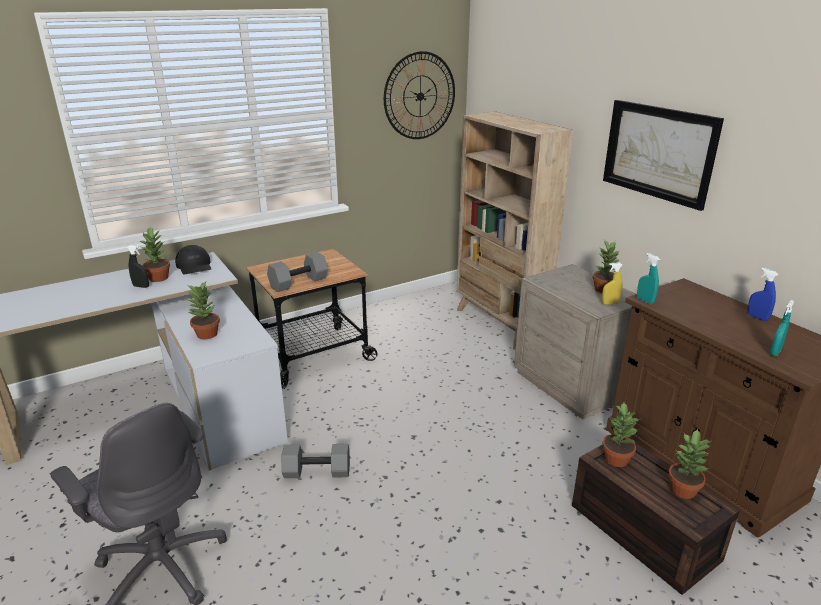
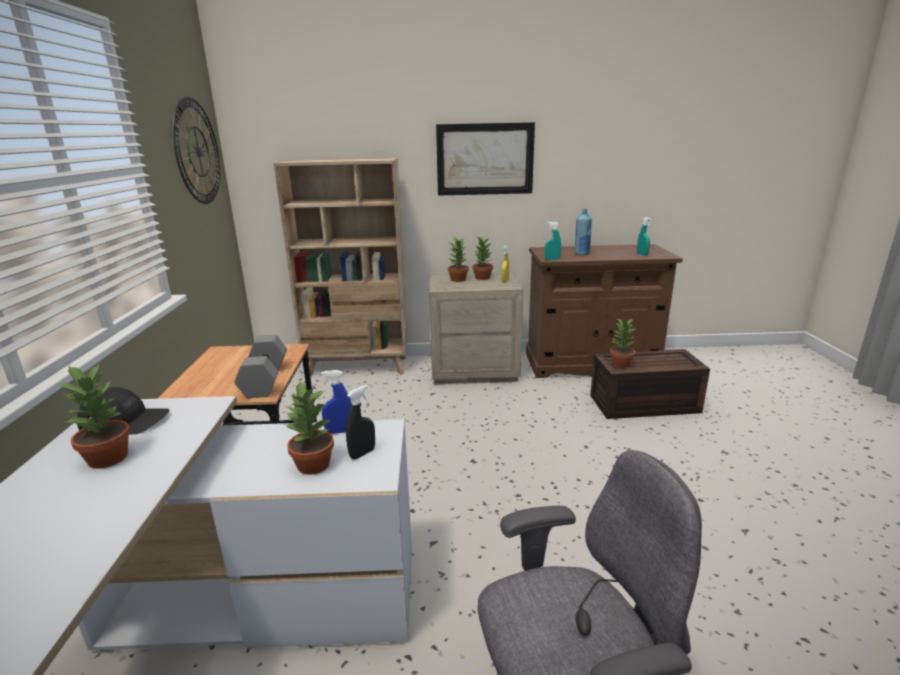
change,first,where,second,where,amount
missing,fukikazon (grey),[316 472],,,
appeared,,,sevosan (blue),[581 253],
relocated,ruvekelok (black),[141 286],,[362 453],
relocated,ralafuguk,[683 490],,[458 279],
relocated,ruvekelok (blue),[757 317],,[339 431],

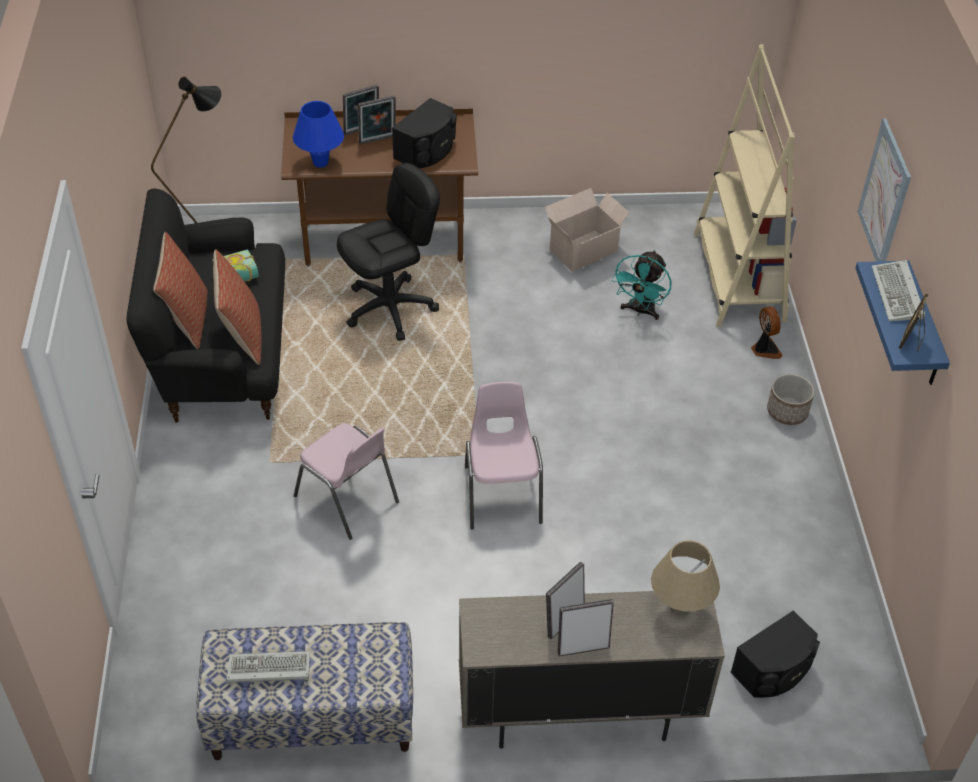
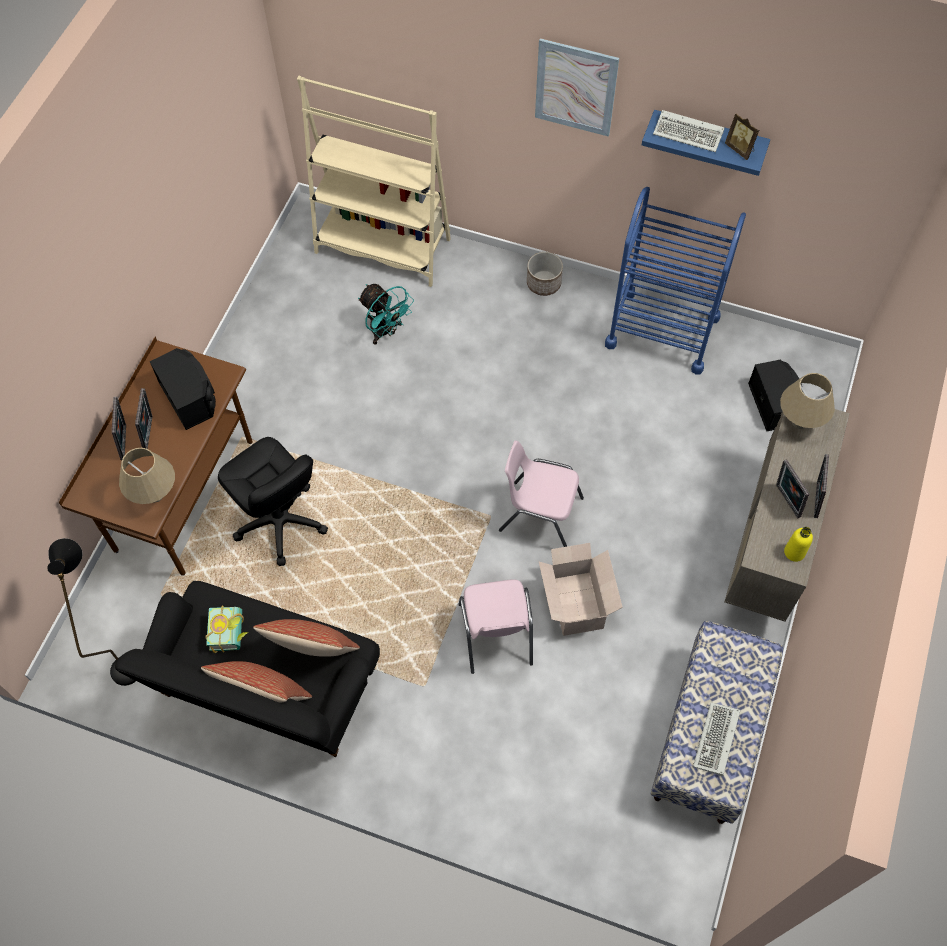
change,first,where,second,where,amount
missing,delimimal,[764 349],,,
appeared,,,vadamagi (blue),[662 331],
appeared,,,sevosan (yellow),[794 552],
relocated,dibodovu,[585 250],,[576 601],
colour,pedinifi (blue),[320 163],pedinifi (beige),[155 495],
spun,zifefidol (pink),[348 500],,[496 635],105 degrees clockwise
spun,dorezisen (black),[390 308],,[280 522],150 degrees clockwise

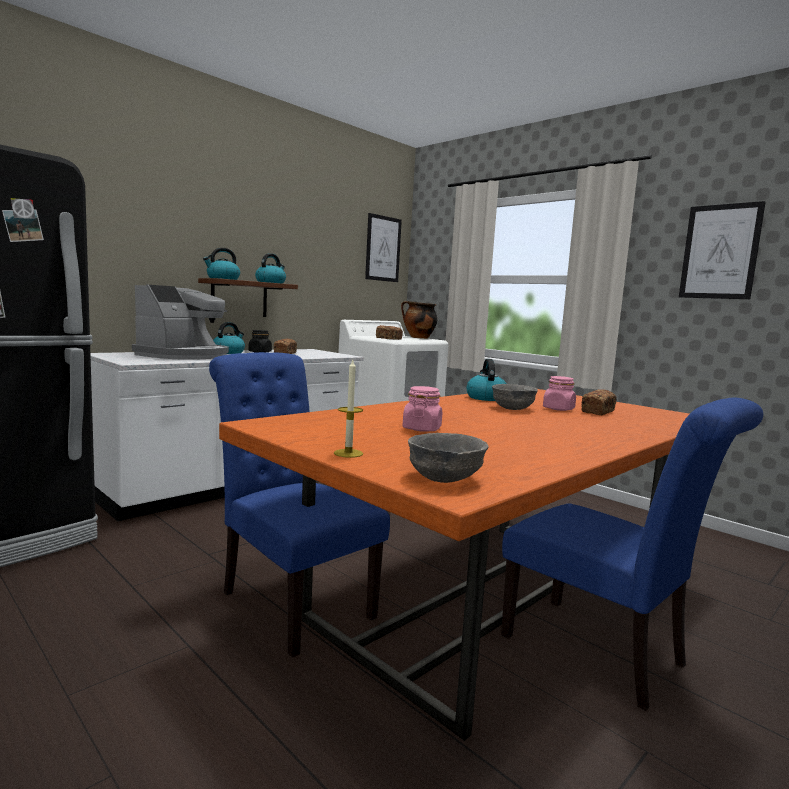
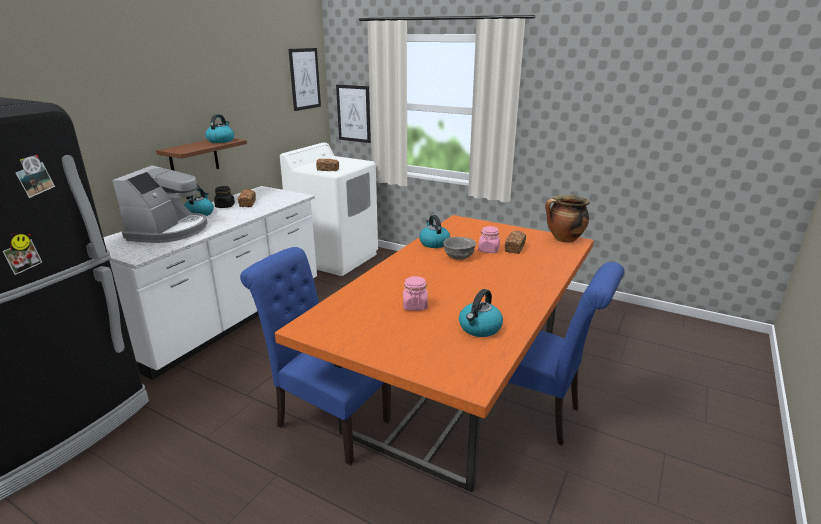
change,first,where,second,where,amount
missing,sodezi,[348 453],,,
missing,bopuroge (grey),[445 478],,,
relocated,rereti,[222 279],,[479 328],
relocated,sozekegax,[418 338],,[564 239],
relocated,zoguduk,[720 252],,[353 113],

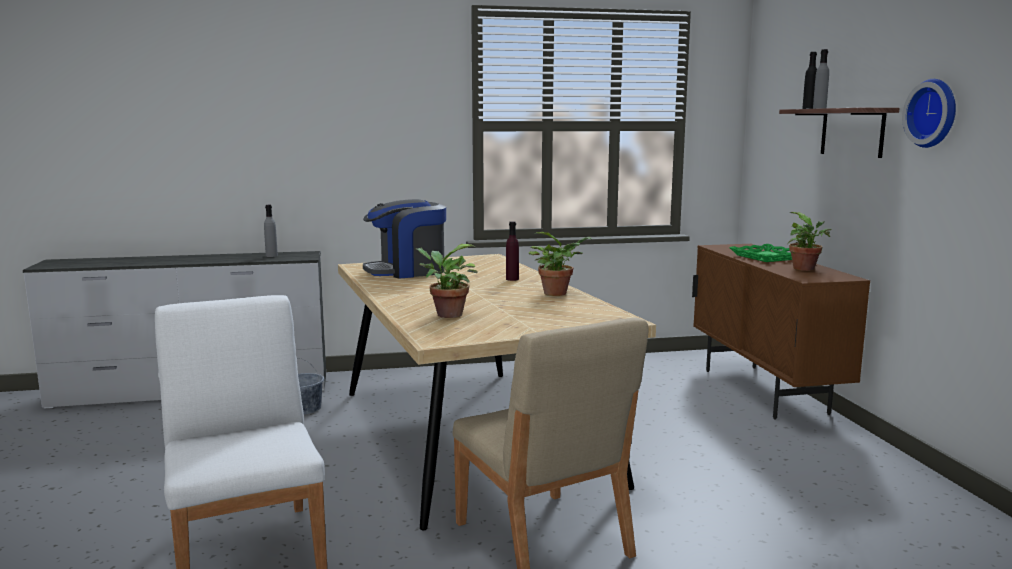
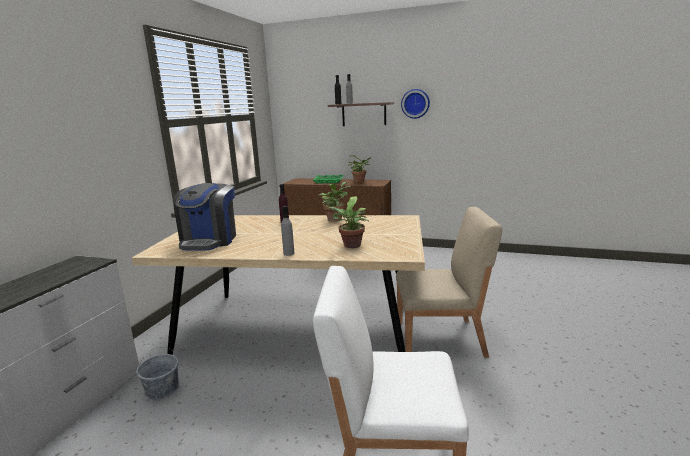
change,first,where,second,where,amount
relocated,sevosan (grey),[271 256],,[289 253],

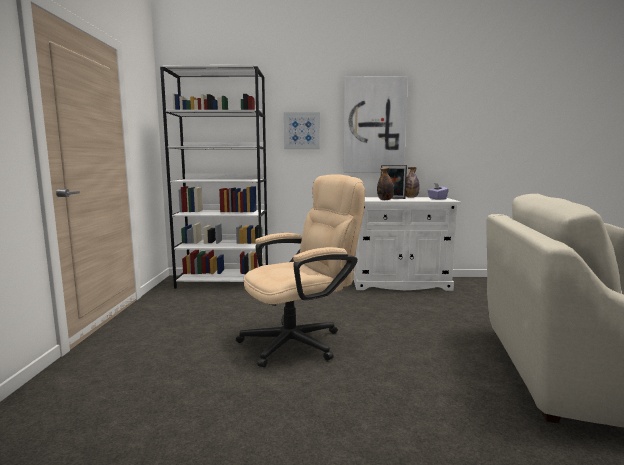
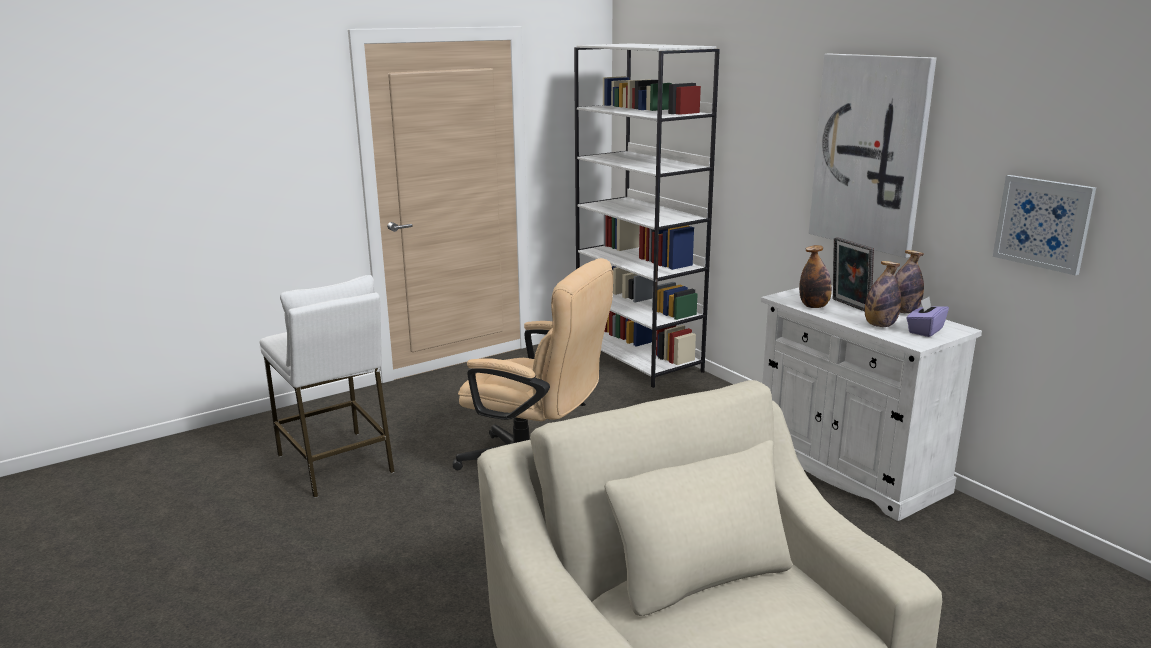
change,first,where,second,where,amount
appeared,,,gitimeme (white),[335 463],
appeared,,,sevosan,[879 325],
relocated,zoguduk,[302 131],,[1043 223],

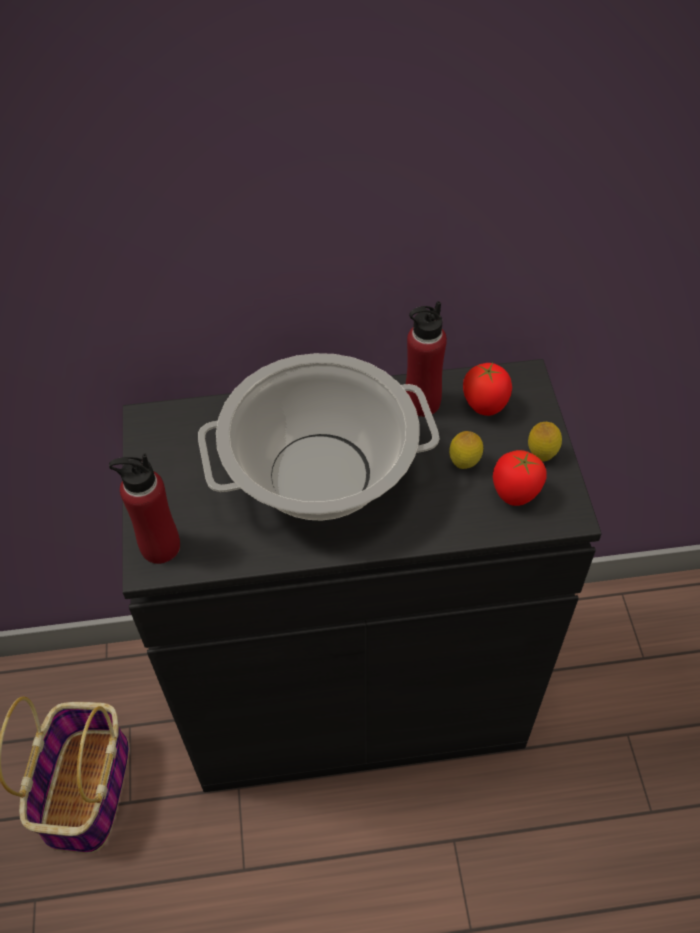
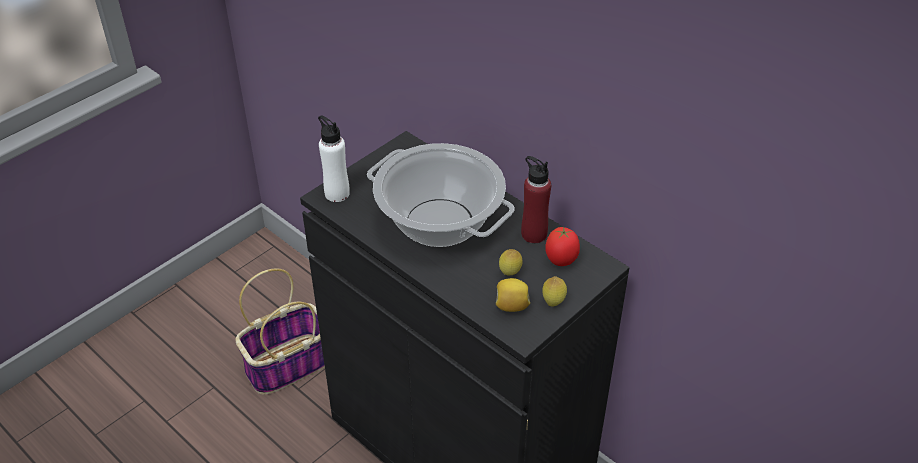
change,first,where,second,where,amount
exchanged,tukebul,[515 495],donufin,[511 306],
colour,sevosan (red),[160 546],sevosan (white),[337 193],

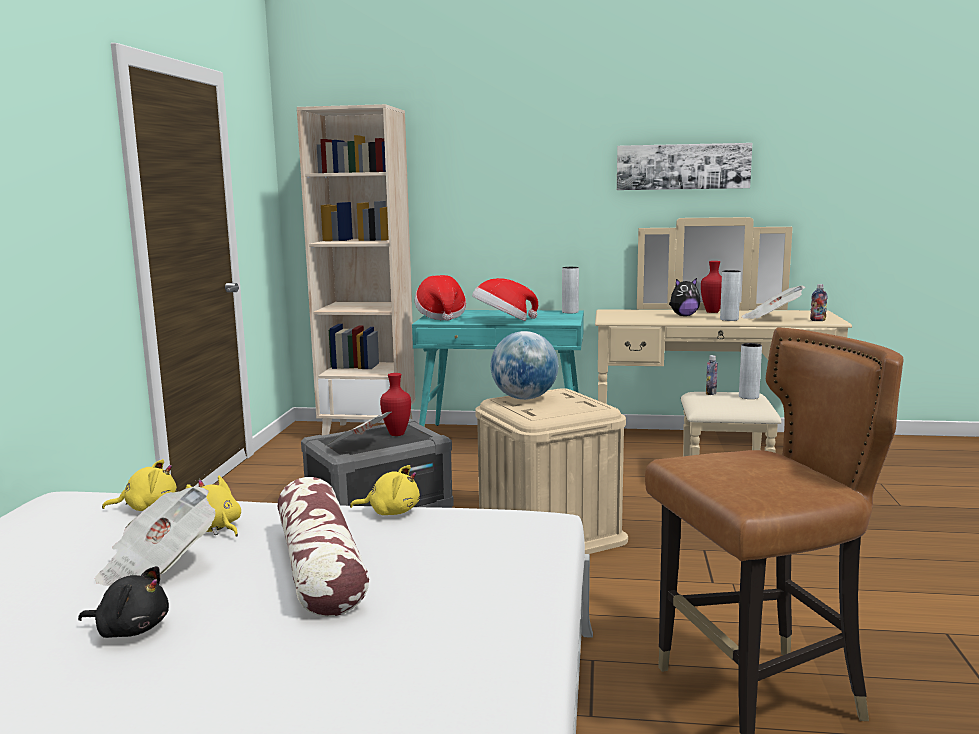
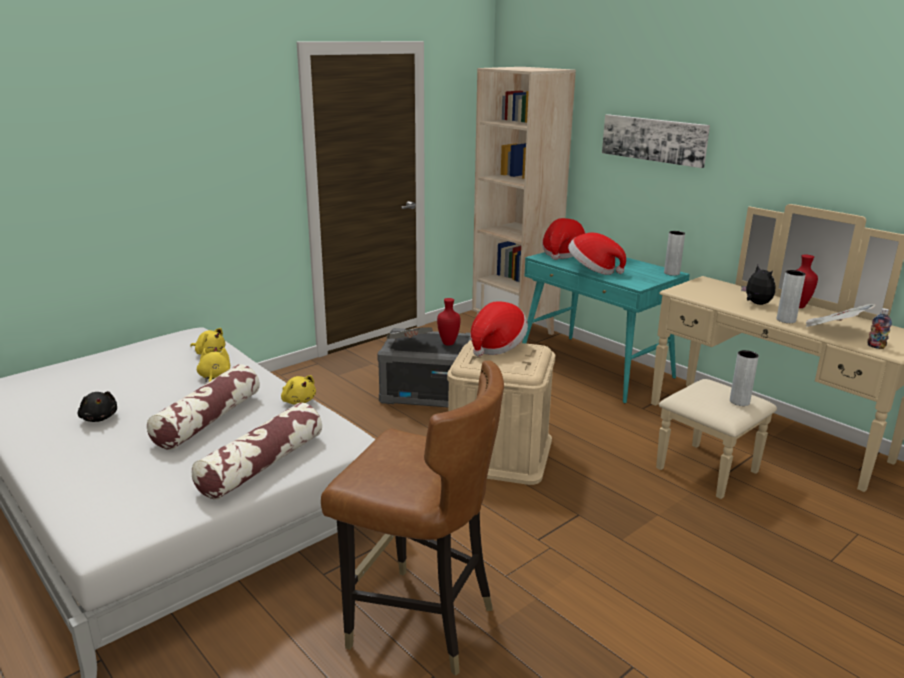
change,first,where,second,where,amount
missing,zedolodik,[158 566],,,
missing,sevosan,[711 393],,,
appeared,,,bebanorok,[262 465],
relocated,zoguduk,[682 166],,[654 139],
exchanged,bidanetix,[524 398],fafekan,[496 346],
spun,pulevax,[684 316],,[756 304],135 degrees counterclockwise

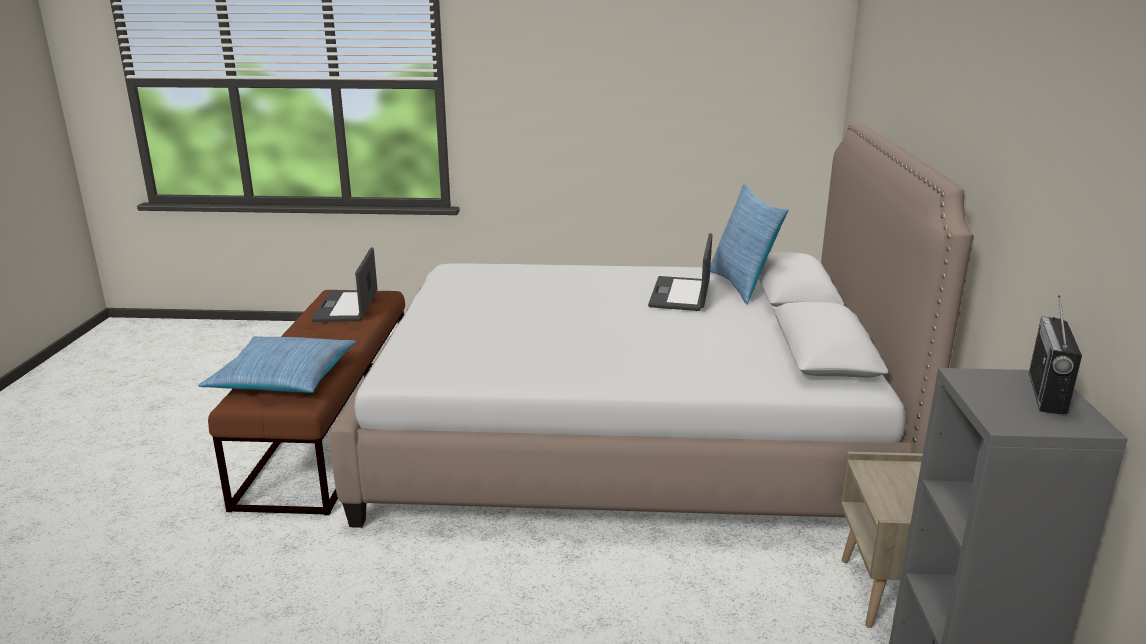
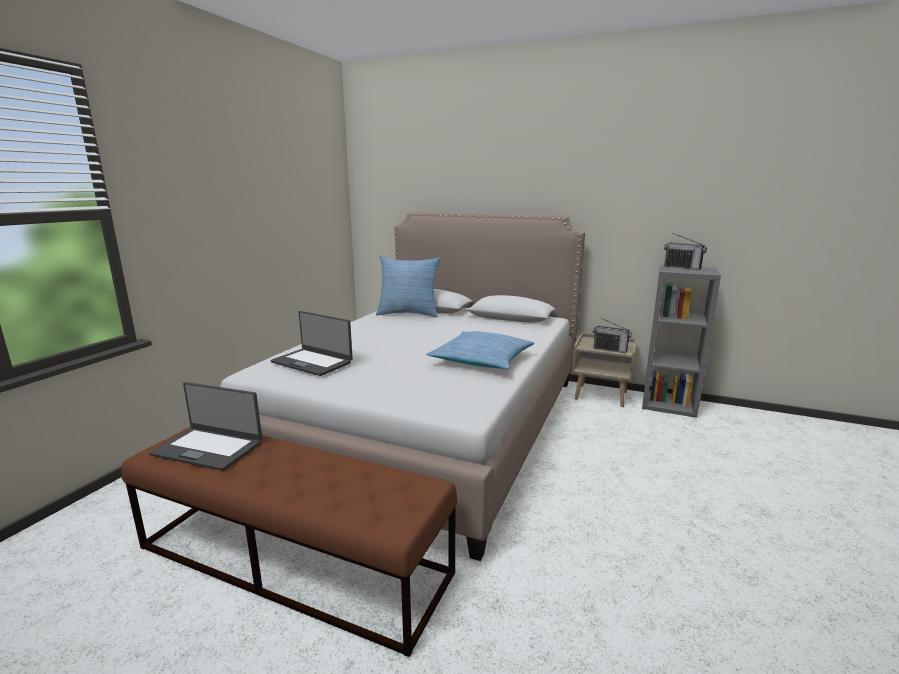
change,first,where,second,where,amount
appeared,,,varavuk,[610 349],
relocated,bebanorok,[283 378],,[481 360],
relocated,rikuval,[681 294],,[312 362],

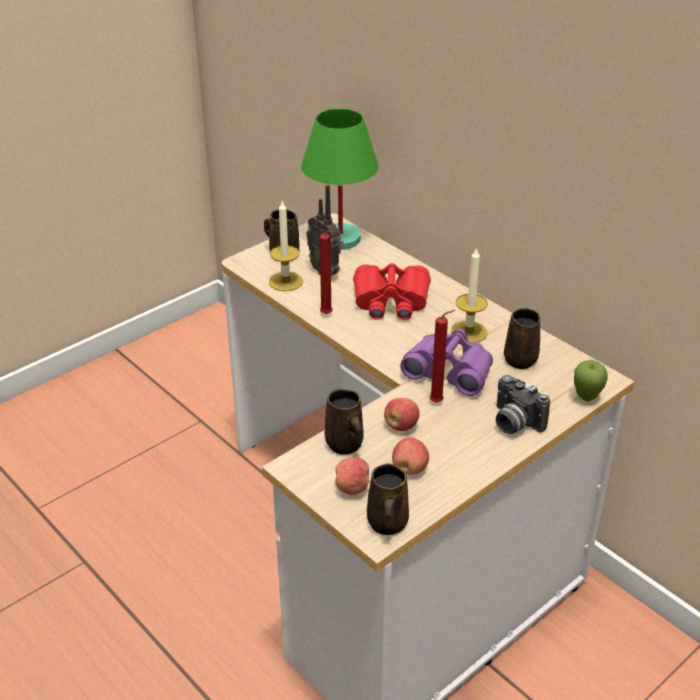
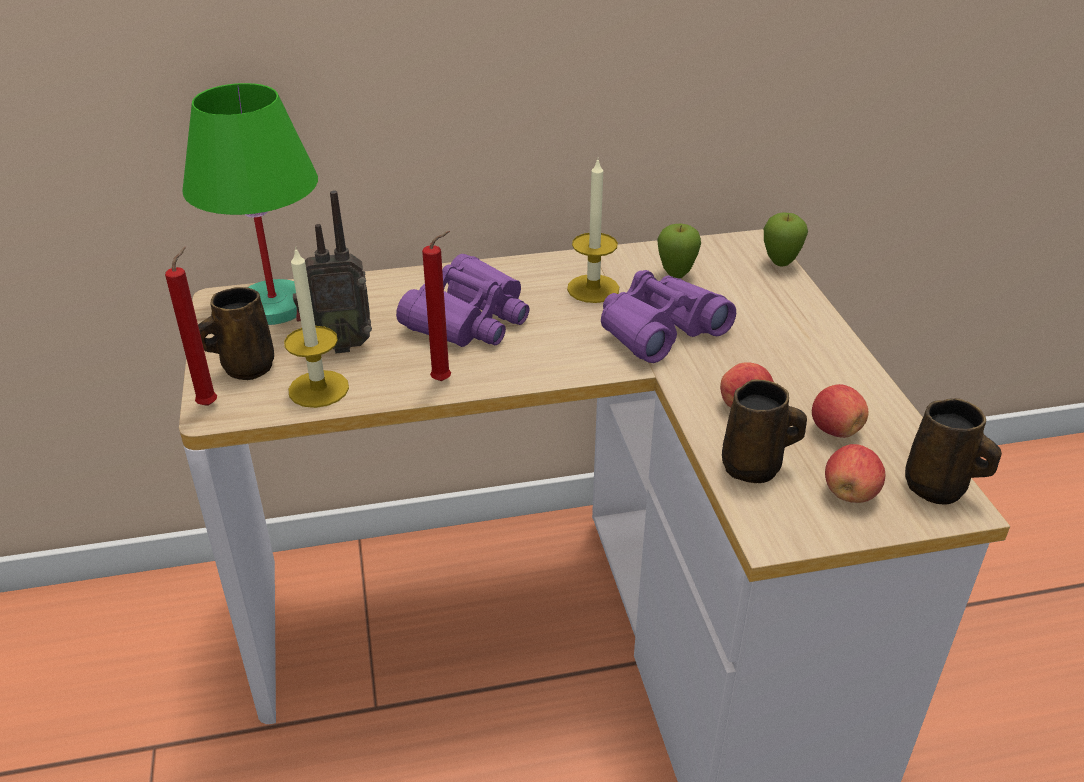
change,first,where,second,where,amount
missing,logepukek,[513 423],,,
relocated,sodezi (red),[438 402],,[210 403],
exchanged,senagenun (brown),[521 358],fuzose,[676 275],
colour,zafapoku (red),[390 301],zafapoku (purple),[469 319],

